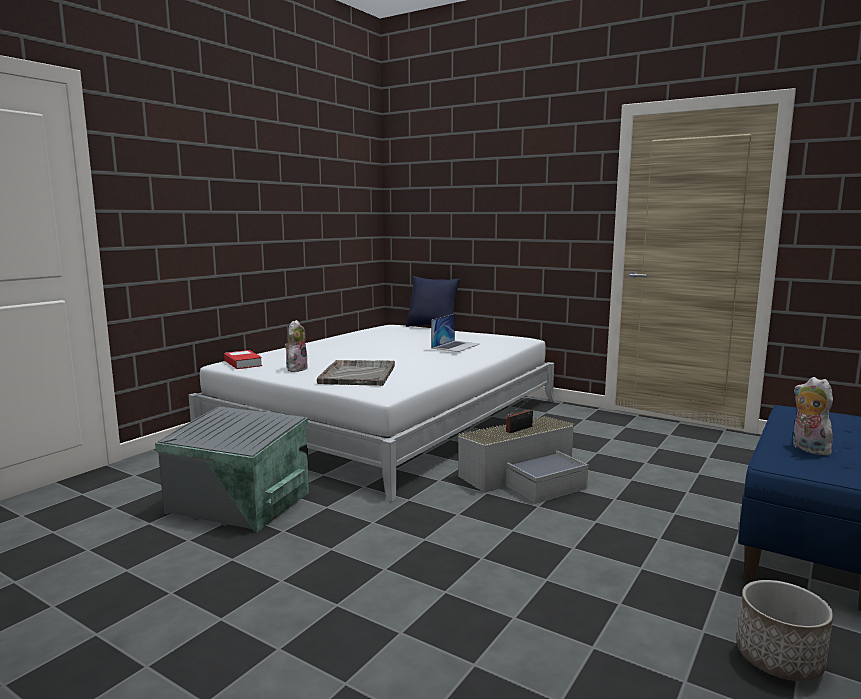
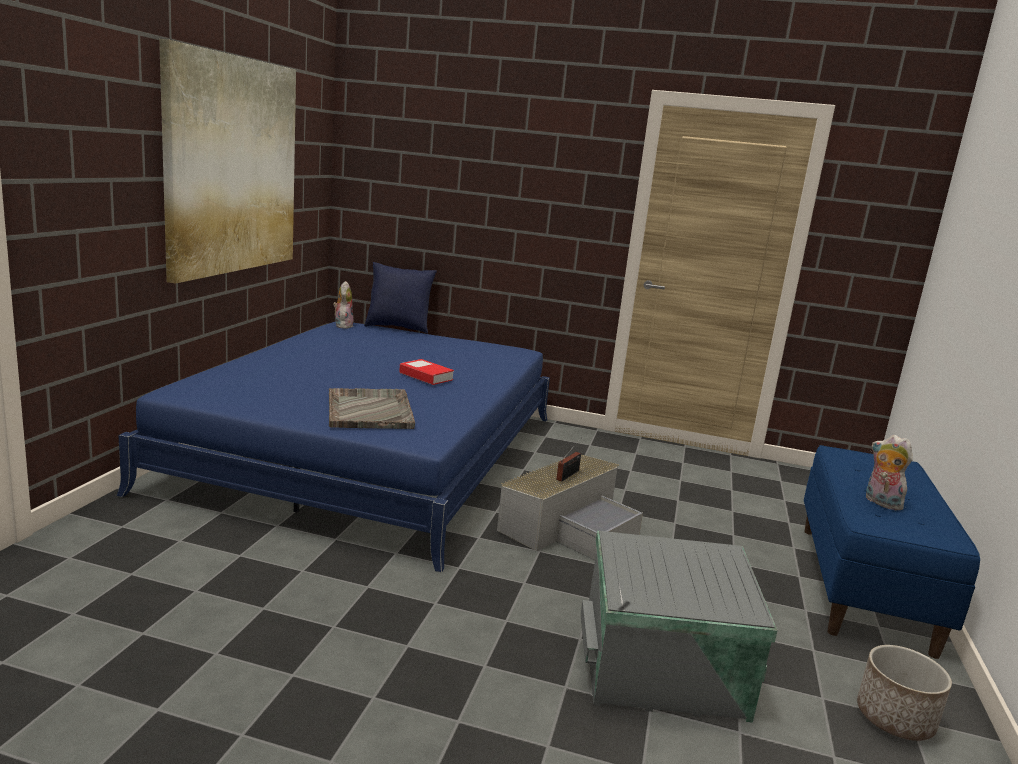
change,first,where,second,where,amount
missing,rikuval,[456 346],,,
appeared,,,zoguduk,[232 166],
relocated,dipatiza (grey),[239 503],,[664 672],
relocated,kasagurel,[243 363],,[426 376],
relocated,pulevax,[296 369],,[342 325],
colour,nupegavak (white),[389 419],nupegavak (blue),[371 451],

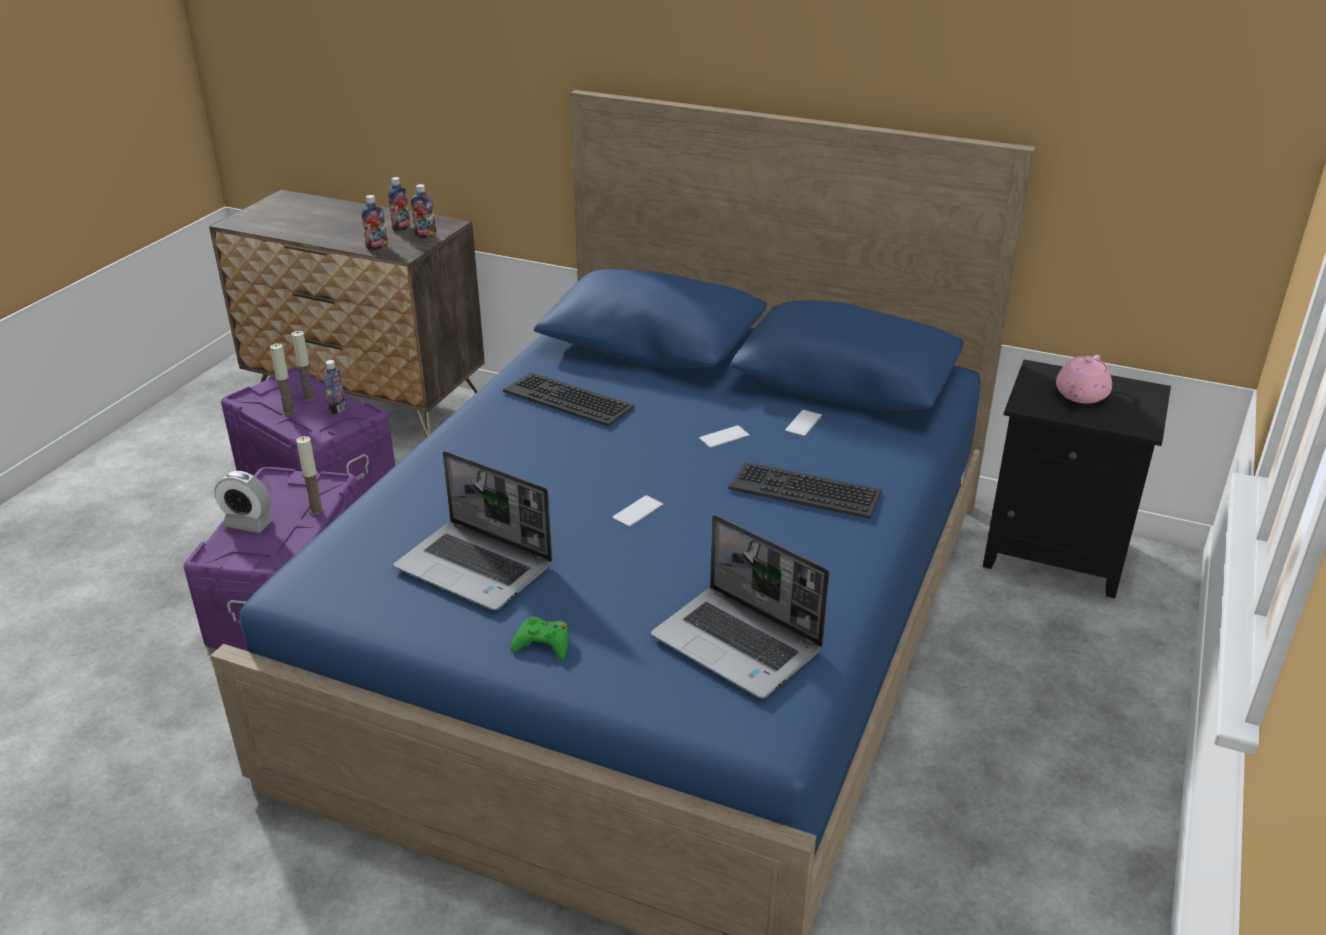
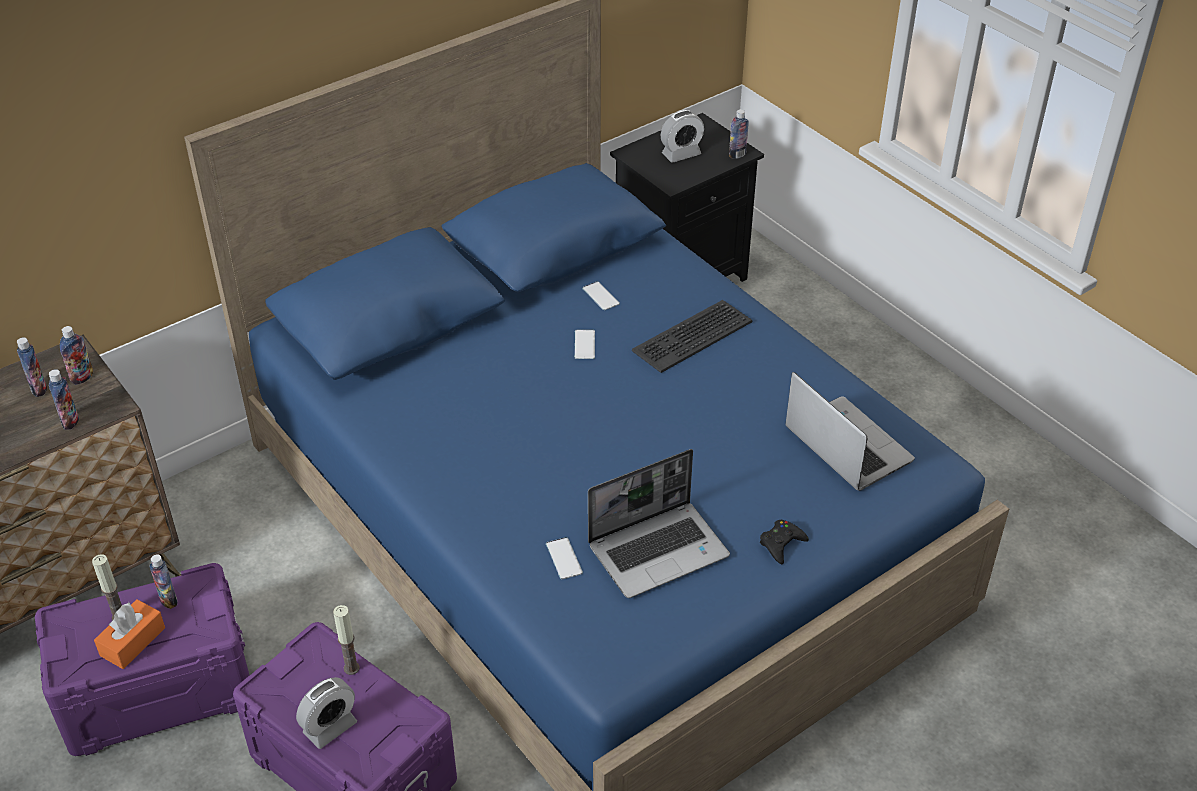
change,first,where,second,where,amount
missing,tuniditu,[569 400],,,
appeared,,,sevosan,[737 154],
relocated,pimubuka,[638 511],,[564 558],
exchanged,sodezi,[288 411],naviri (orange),[133 642],
exchanged,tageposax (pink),[1080 395],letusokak,[681 154],
colour,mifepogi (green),[543 643],mifepogi (black),[781 544],
spun,rikuval,[739 644],,[845 445],105 degrees counterclockwise

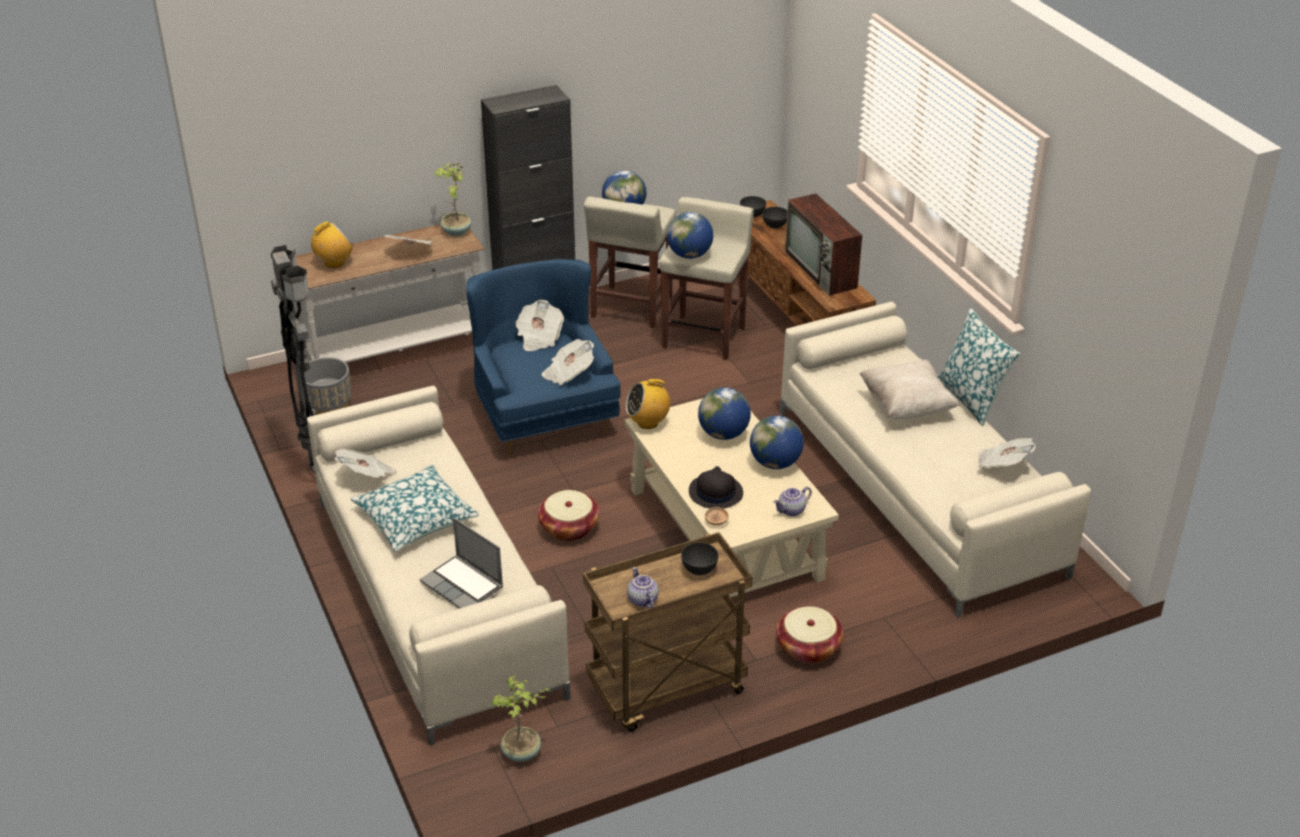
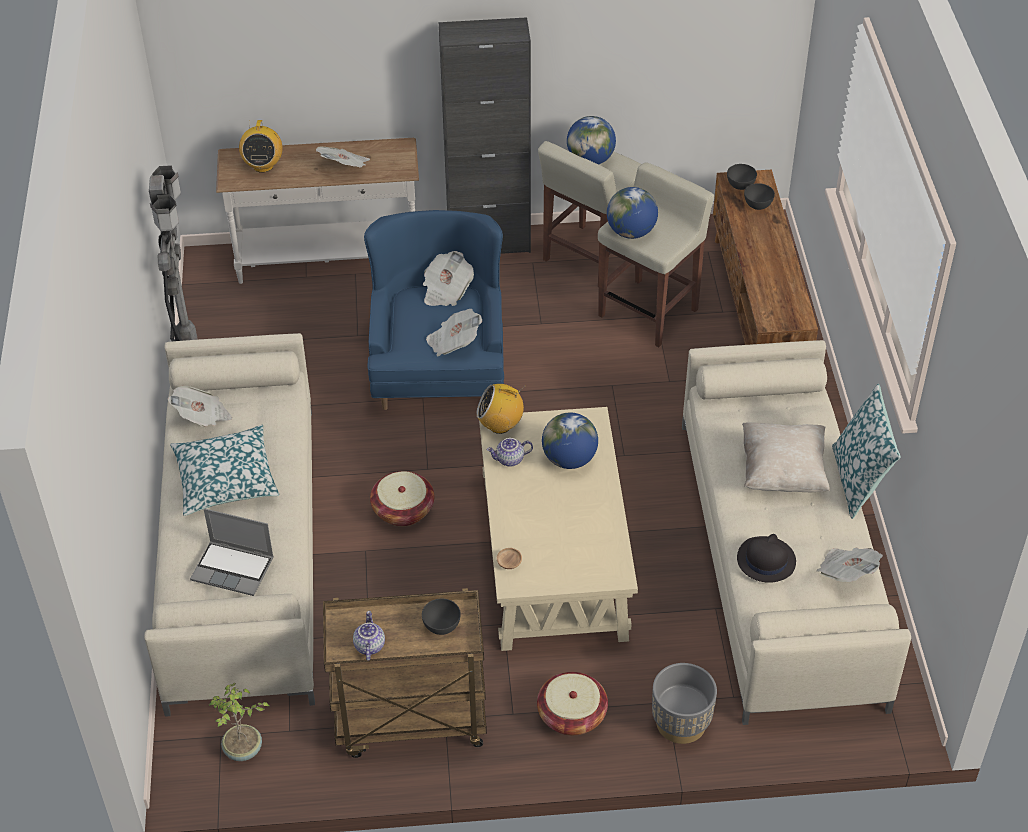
change,first,where,second,where,amount
missing,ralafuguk,[455 232],,,
missing,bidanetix,[775 463],,,
missing,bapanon,[822 270],,,
relocated,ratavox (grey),[329 409],,[681 723],
relocated,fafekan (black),[715 492],,[765 560],
relocated,tageposax,[791 511],,[510 460],
spun,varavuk,[334 263],,[263 165],105 degrees clockwise
spun,rikuval,[463 585],,[234 569],45 degrees counterclockwise

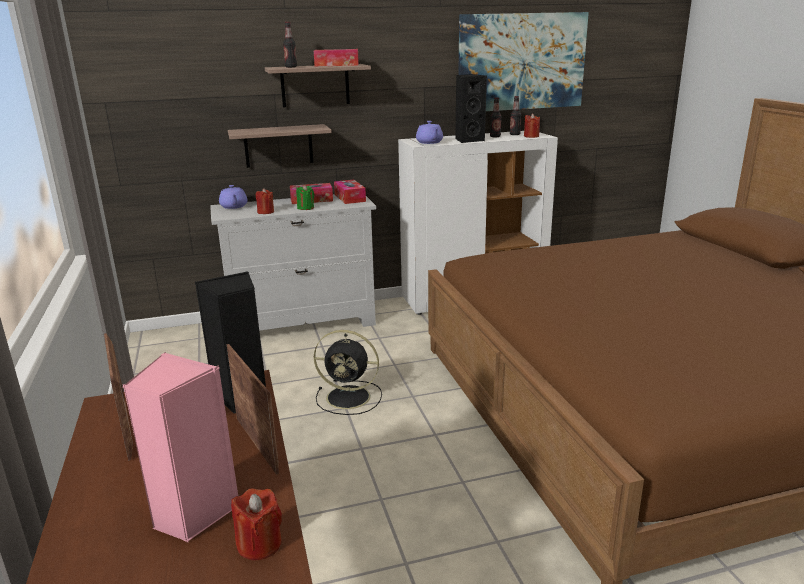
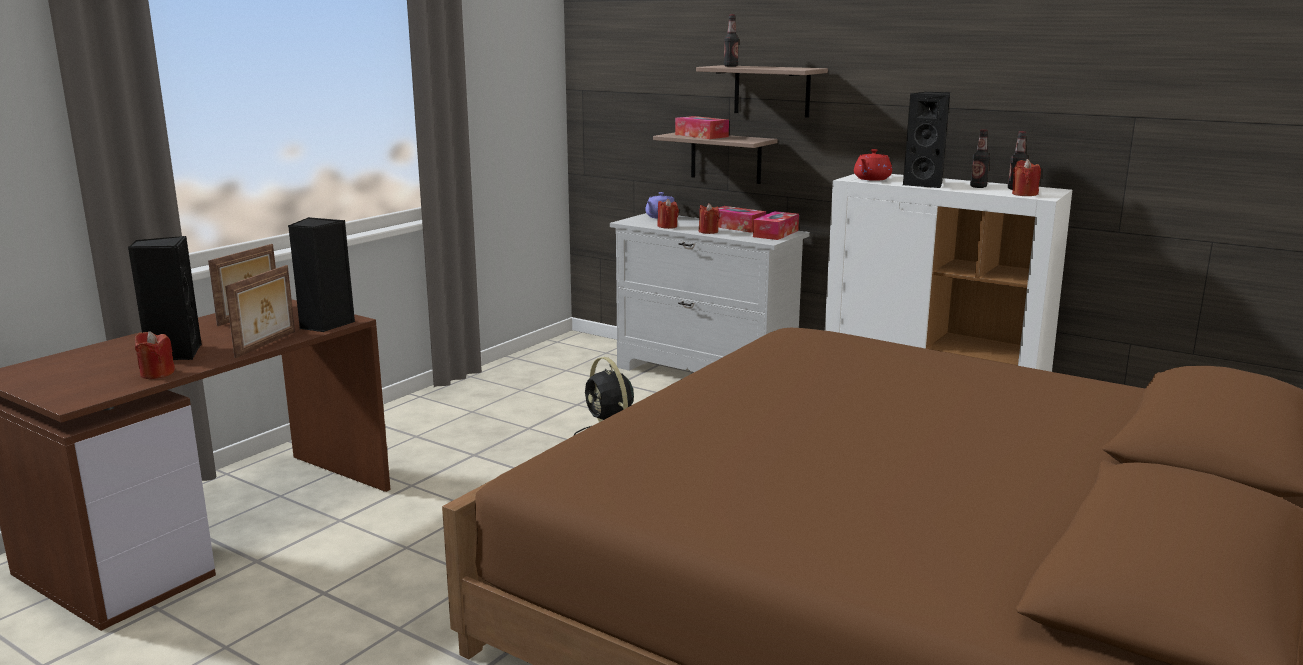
change,first,where,second,where,amount
missing,zoguduk,[521 62],,,
relocated,naviri,[337 65],,[701 136],
colour,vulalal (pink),[193 514],vulalal (black),[174 353],
colour,sodezi (green),[306 208],sodezi (red),[708 231],
colour,tageposax (purple),[429 142],tageposax (red),[871 179],

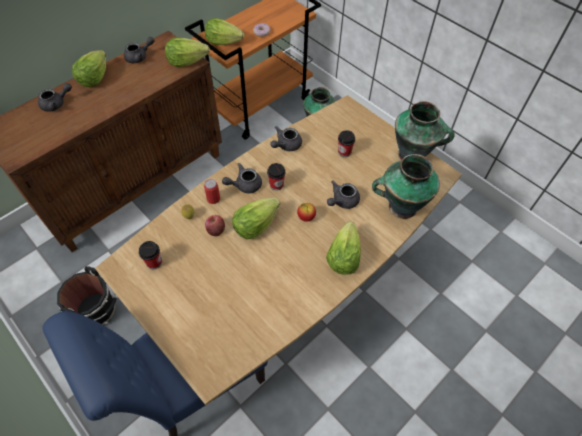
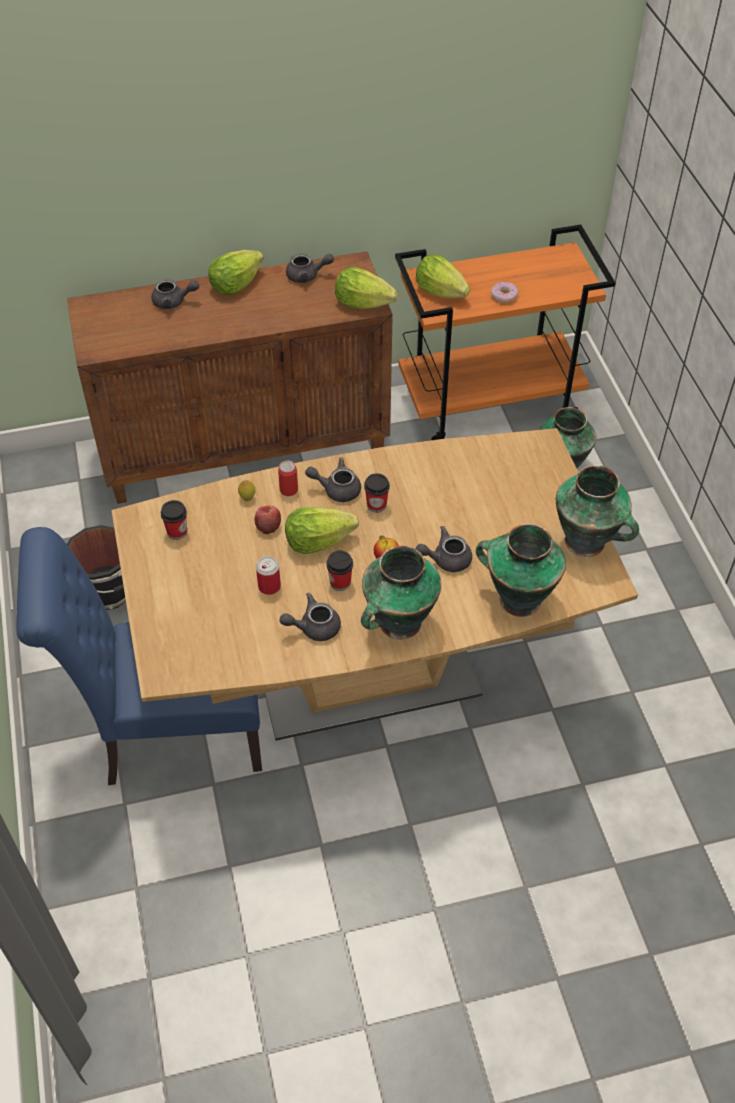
change,first,where,second,where,amount
appeared,,,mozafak,[269 586],
relocated,tageposax (grey),[286 145],,[313 627],
relocated,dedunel,[344 152],,[340 582],
exchanged,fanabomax,[343 257],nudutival,[398 624],

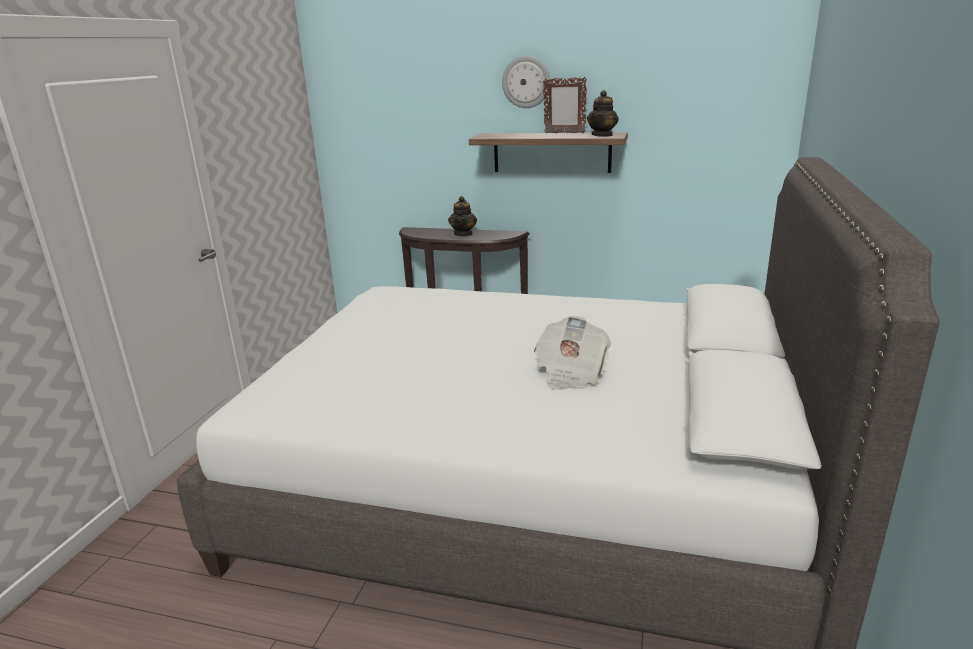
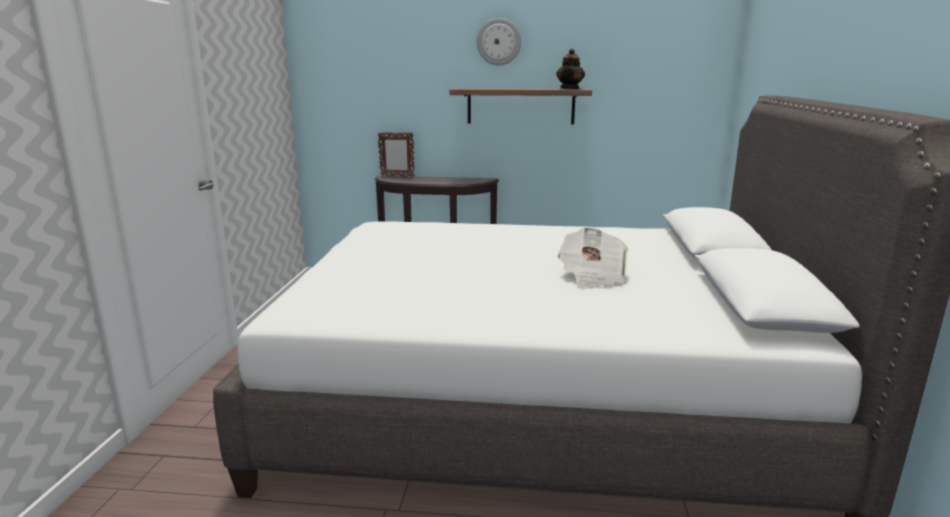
change,first,where,second,where,amount
missing,tageposax,[463 234],,,
relocated,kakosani,[564 133],,[397 176],

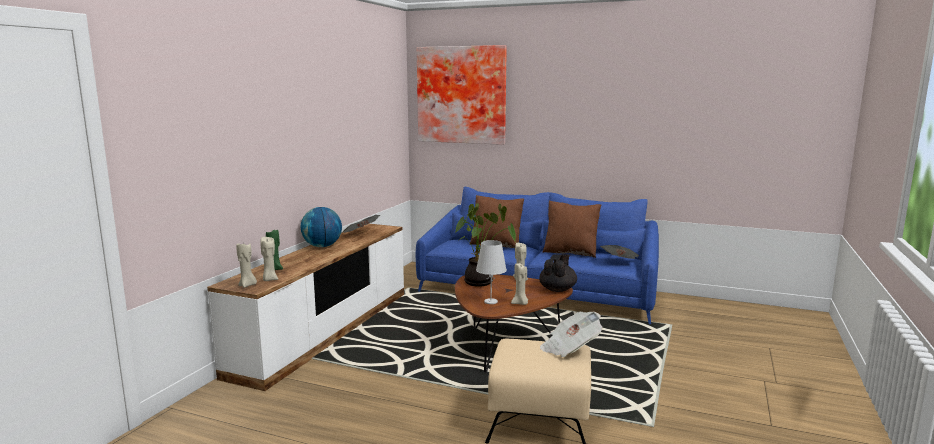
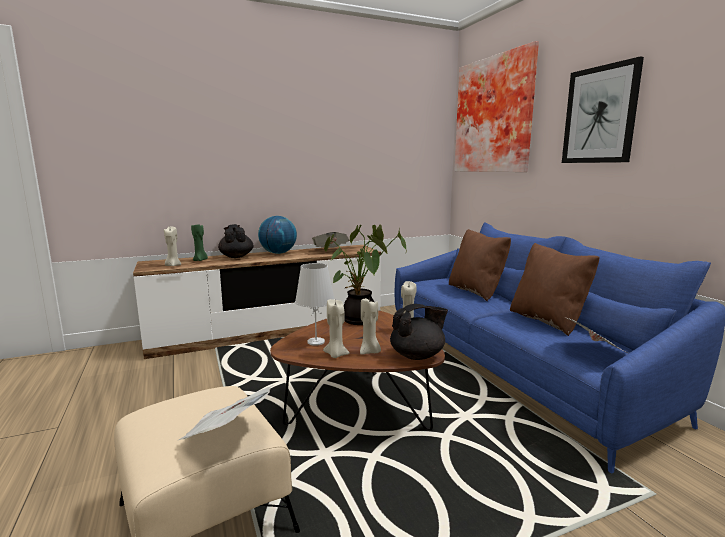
change,first,where,second,where,amount
appeared,,,tageposax (black),[236 256],
appeared,,,zoguduk,[600 115],
relocated,sodezi (beige),[247 285],,[369 352],

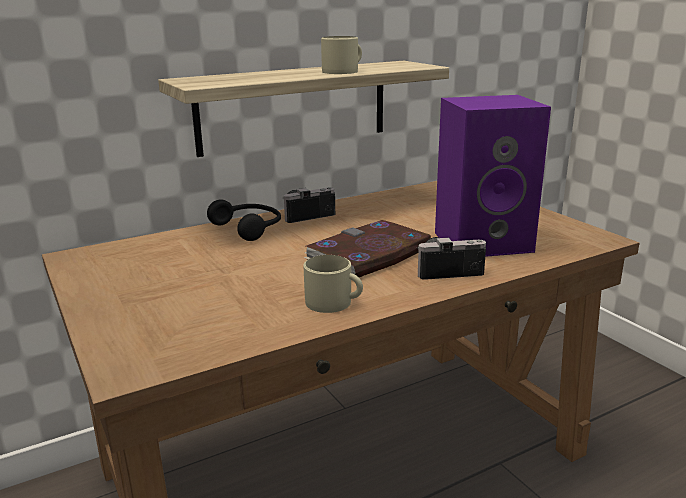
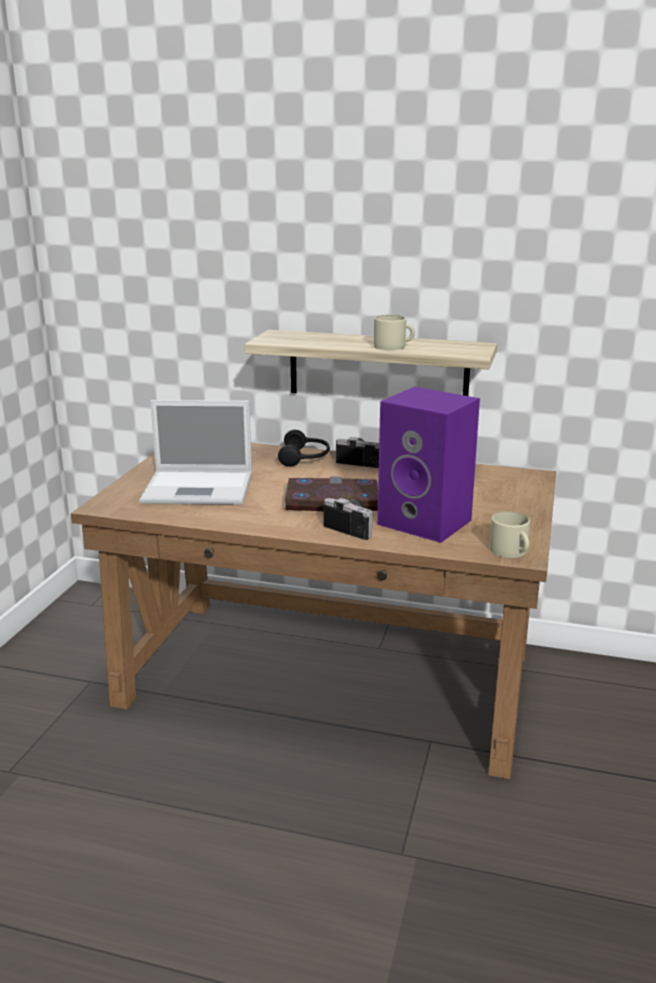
change,first,where,second,where,amount
appeared,,,rikuval,[200 488],
relocated,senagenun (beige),[334 302],,[511 551],

